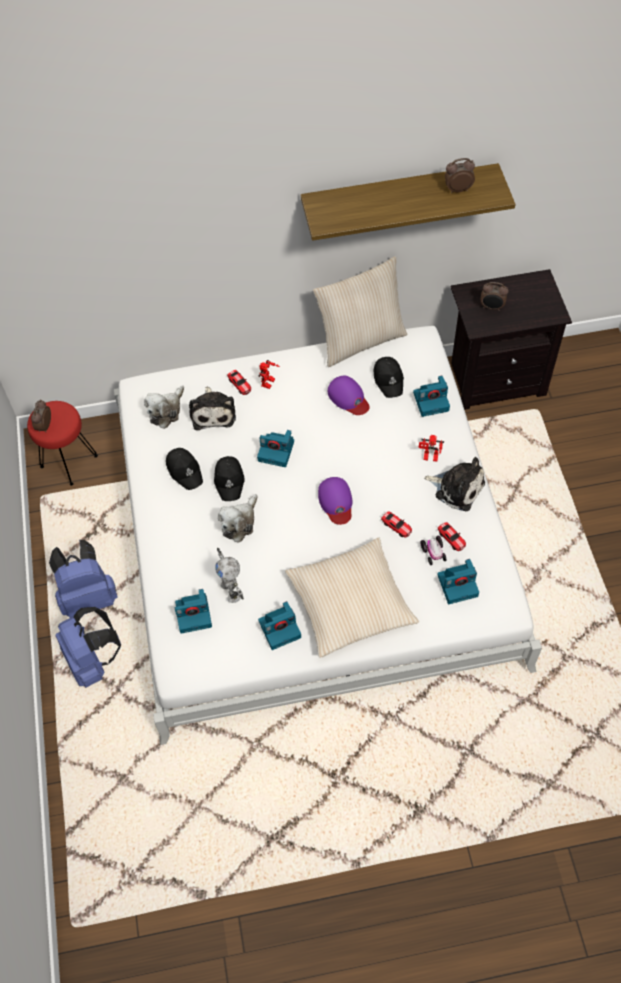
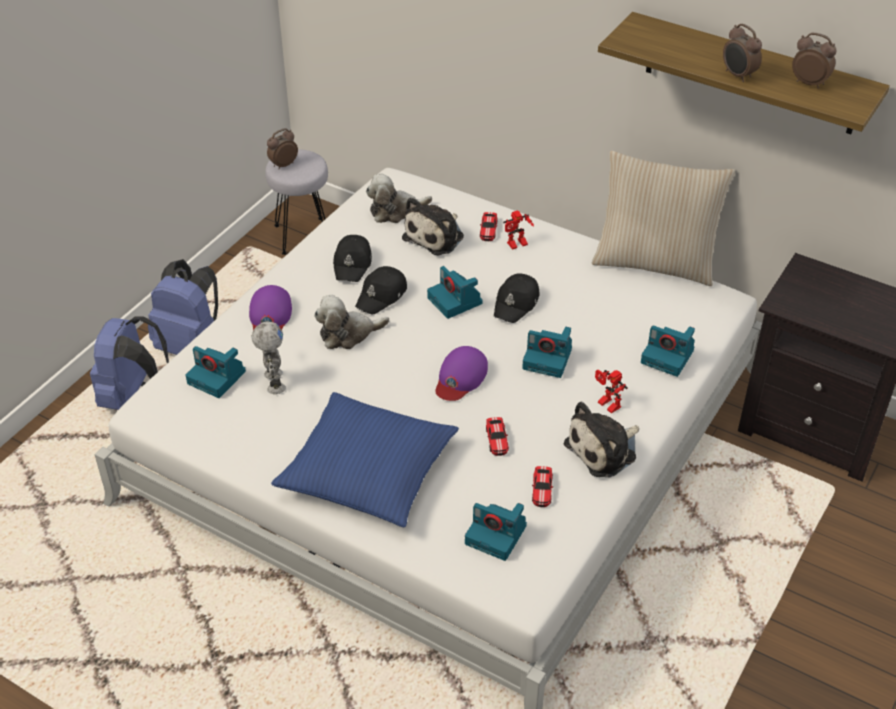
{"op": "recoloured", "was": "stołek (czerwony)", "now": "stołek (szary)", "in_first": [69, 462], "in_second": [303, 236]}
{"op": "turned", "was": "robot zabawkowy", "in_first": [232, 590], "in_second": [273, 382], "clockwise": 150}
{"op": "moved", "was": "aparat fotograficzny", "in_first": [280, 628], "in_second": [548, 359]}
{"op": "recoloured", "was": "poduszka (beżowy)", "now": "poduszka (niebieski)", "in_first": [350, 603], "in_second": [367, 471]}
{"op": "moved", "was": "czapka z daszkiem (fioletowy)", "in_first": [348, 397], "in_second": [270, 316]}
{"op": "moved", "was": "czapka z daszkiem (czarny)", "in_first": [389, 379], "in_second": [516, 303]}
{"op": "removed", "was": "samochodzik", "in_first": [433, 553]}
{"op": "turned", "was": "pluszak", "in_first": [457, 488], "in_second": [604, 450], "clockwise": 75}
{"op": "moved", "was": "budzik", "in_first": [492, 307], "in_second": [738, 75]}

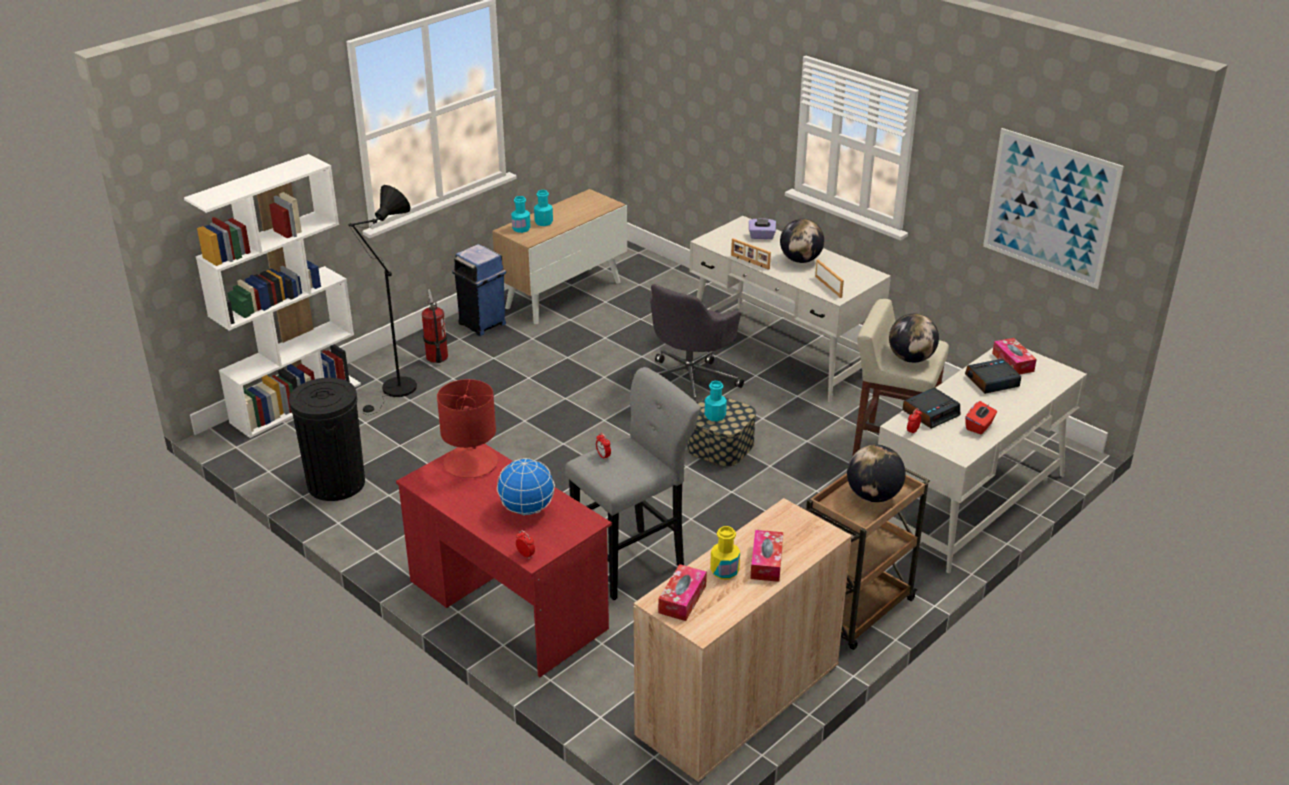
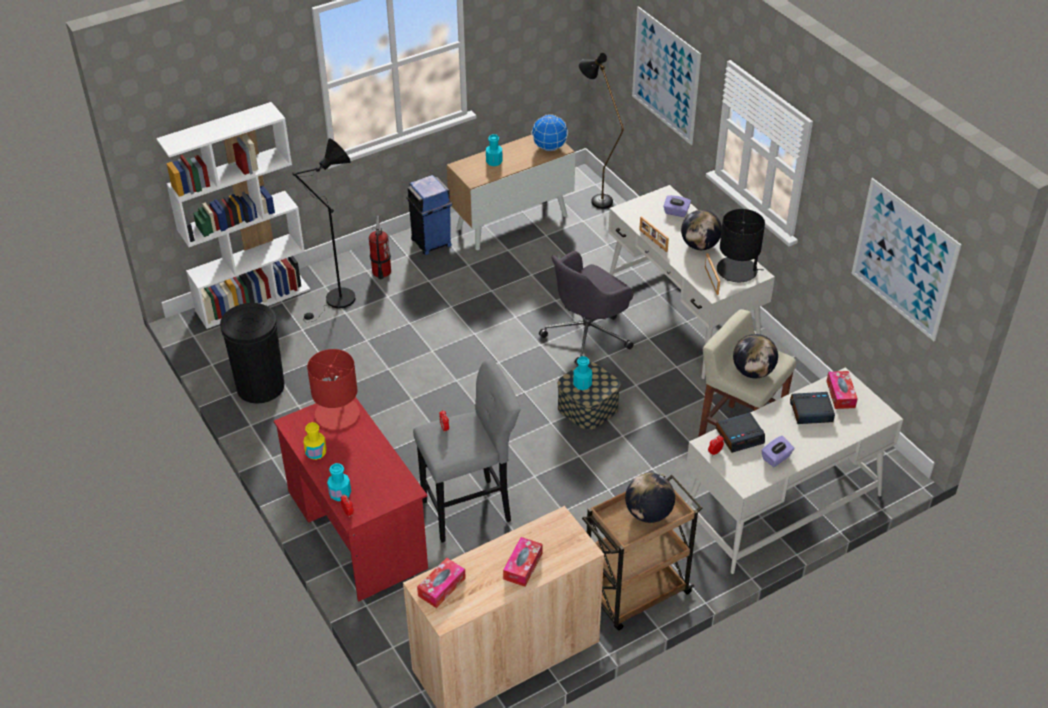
{"op": "moved", "was": "globus", "in_first": [527, 509], "in_second": [549, 148]}
{"op": "moved", "was": "butelka (turkusowy)", "in_first": [521, 229], "in_second": [340, 494]}
{"op": "moved", "was": "butelka (żółty)", "in_first": [724, 571], "in_second": [316, 453]}
{"op": "recoloured", "was": "pudełko chusteczek (czerwony)", "now": "pudełko chusteczek (fioletowy)", "in_first": [979, 426], "in_second": [776, 458]}
{"op": "added", "now": "lampa stojąca (czarny)", "in_second": [595, 198]}
{"op": "added", "now": "obraz", "in_second": [665, 75]}
{"op": "added", "now": "lampa stołowa (czarny)", "in_second": [737, 270]}

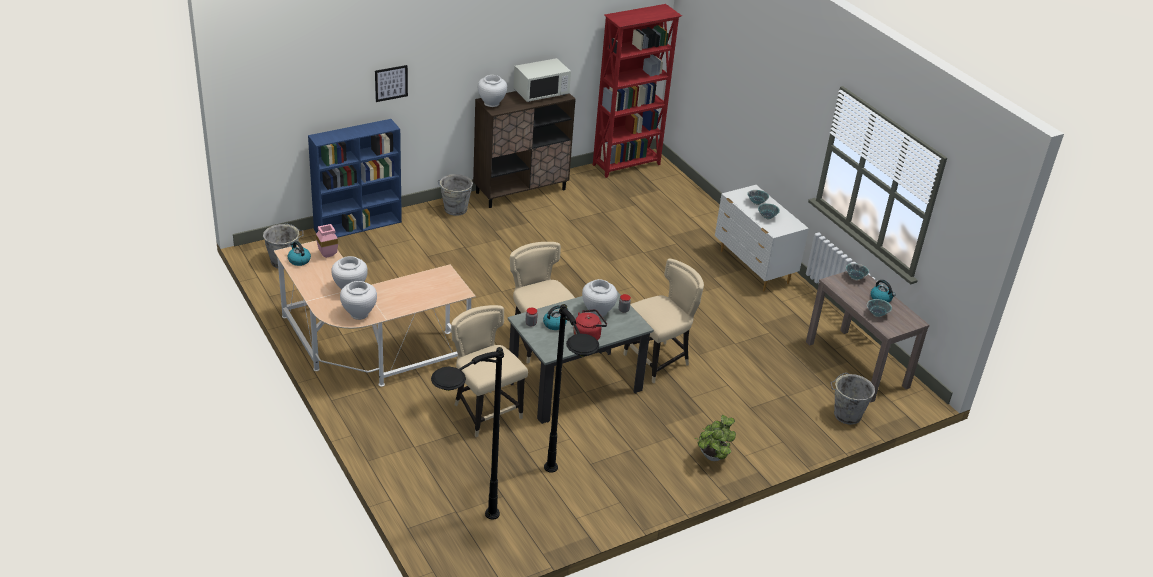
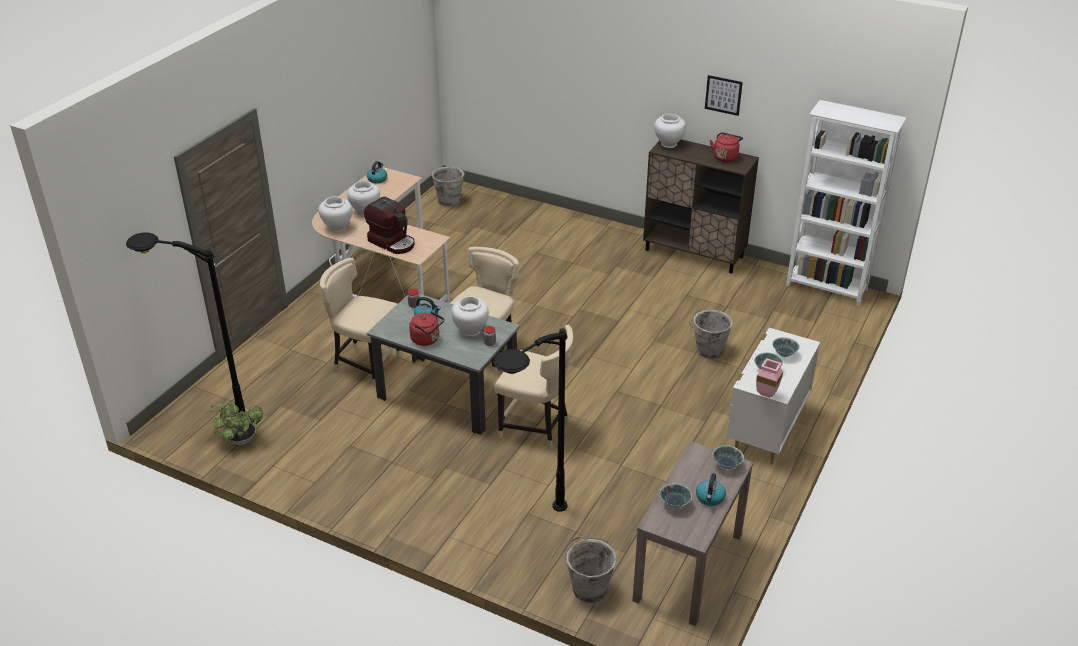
{"op": "removed", "was": "regał (niebieski)", "in_first": [358, 225]}
{"op": "moved", "was": "wazon (różowy)", "in_first": [328, 254], "in_second": [768, 394]}
{"op": "moved", "was": "obraz", "in_first": [391, 83], "in_second": [723, 95]}
{"op": "moved", "was": "wiadro (szary)", "in_first": [455, 210], "in_second": [708, 350]}
{"op": "turned", "was": "krzesło (beżowy)", "in_first": [485, 412], "in_second": [365, 364], "clockwise": -90}
{"op": "replaced", "was": "mikrofalówka (biały)", "now": "czajnik (czerwony)", "in_first": [541, 93], "in_second": [725, 157]}
{"op": "moved", "was": "lampa stojąca (czarny)", "in_first": [562, 499], "in_second": [528, 532]}
{"op": "recoloured", "was": "regał (czerwony)", "now": "regał (biały)", "in_first": [627, 165], "in_second": [827, 288]}
{"op": "moved", "was": "roślina doniczkowa", "in_first": [712, 457], "in_second": [239, 440]}
{"op": "added", "now": "ekspres do kawy", "in_second": [392, 242]}

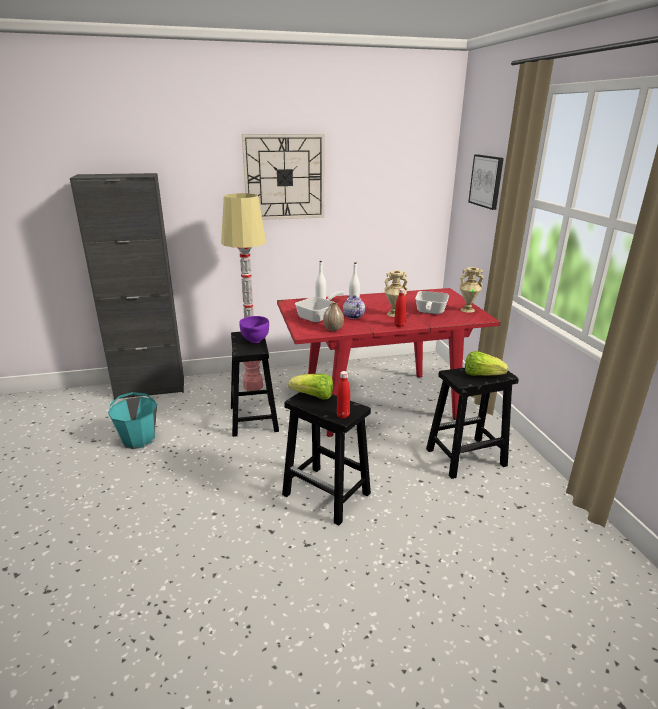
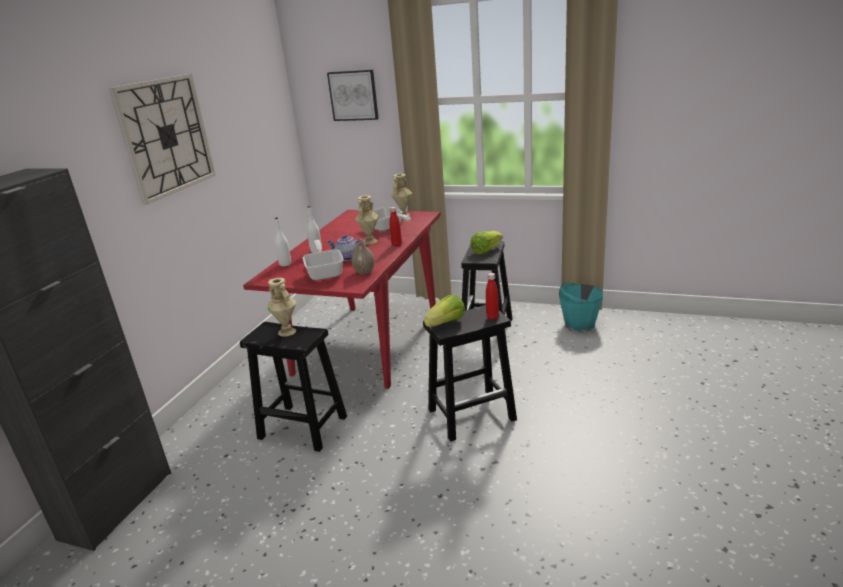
{"op": "moved", "was": "wiadro (turkusowy)", "in_first": [138, 439], "in_second": [579, 324]}
{"op": "removed", "was": "lampa stojąca", "in_first": [253, 386]}
{"op": "replaced", "was": "miska (fioletowy)", "now": "wazon (beżowy)", "in_first": [254, 342], "in_second": [287, 331]}

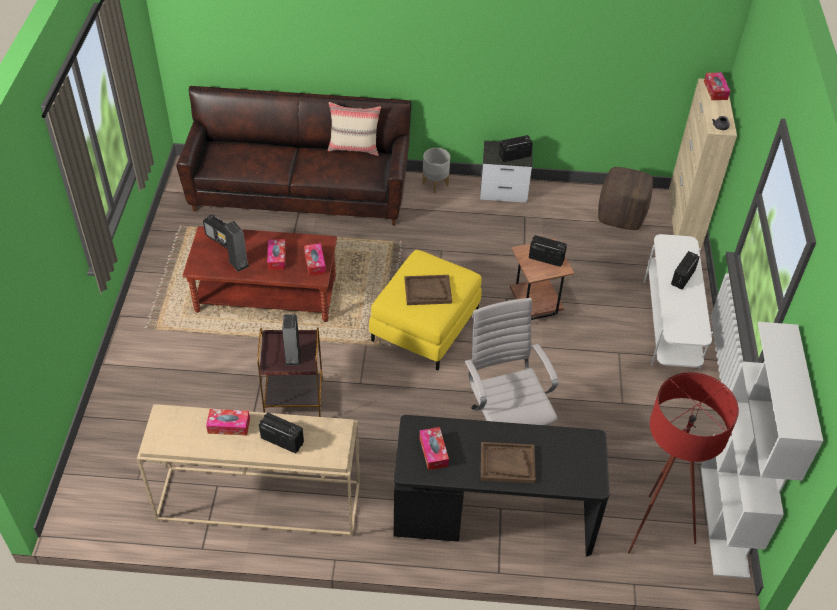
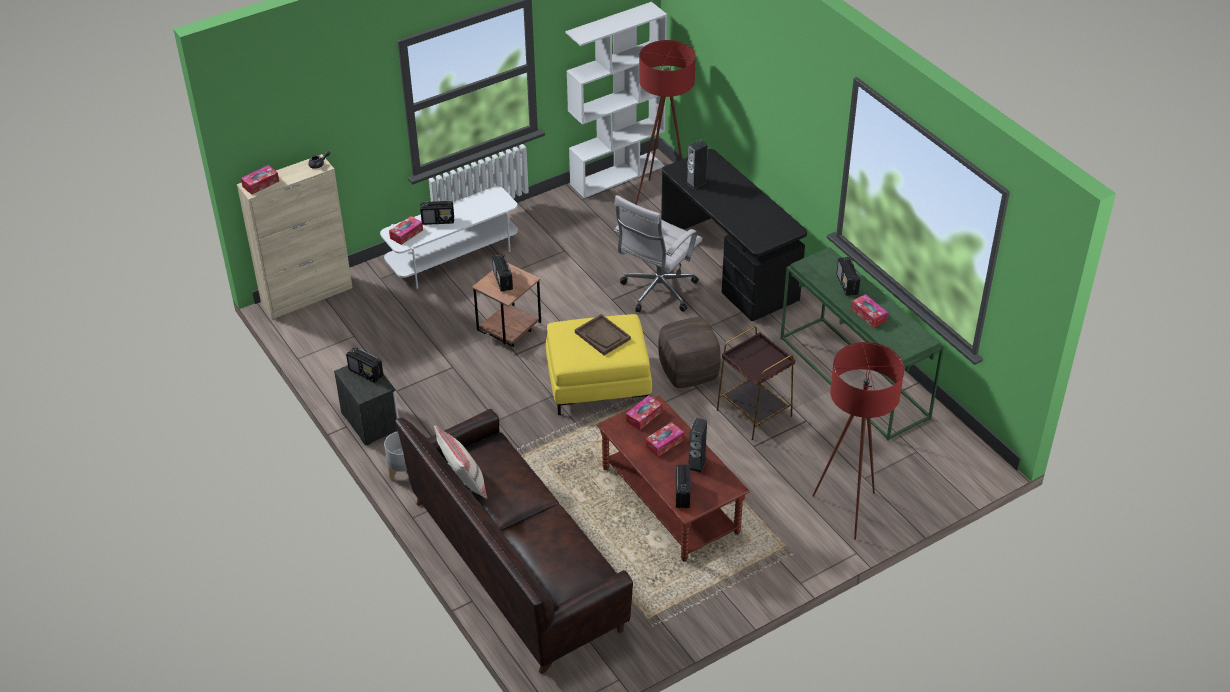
{"op": "recoloured", "was": "stolik konsolowy (beżowy)", "now": "stolik konsolowy (zielony)", "in_first": [257, 502], "in_second": [855, 378]}
{"op": "moved", "was": "głośnik", "in_first": [293, 357], "in_second": [696, 182]}
{"op": "moved", "was": "pudełko chusteczek", "in_first": [433, 452], "in_second": [406, 234]}
{"op": "removed", "was": "taca (brązowy)", "in_first": [507, 464]}
{"op": "moved", "was": "pufa (brązowy)", "in_first": [621, 216], "in_second": [688, 372]}
{"op": "added", "now": "lampa stojąca (czerwony)", "in_second": [848, 515]}

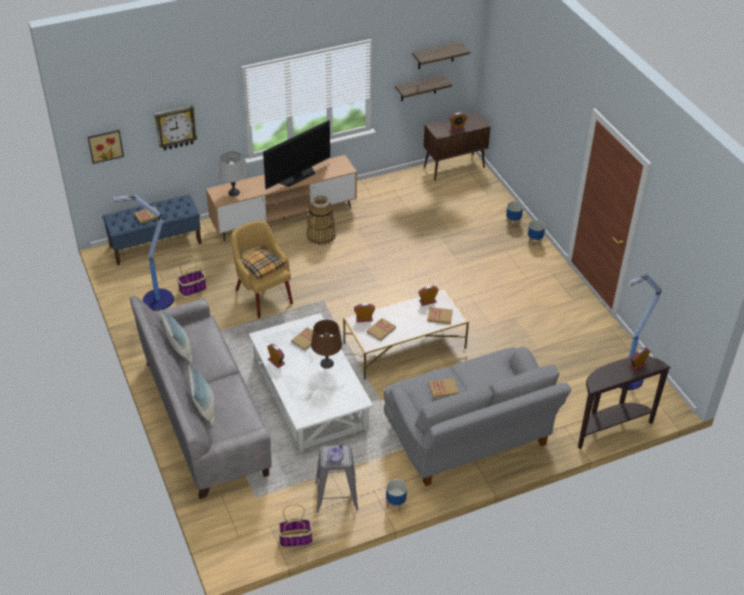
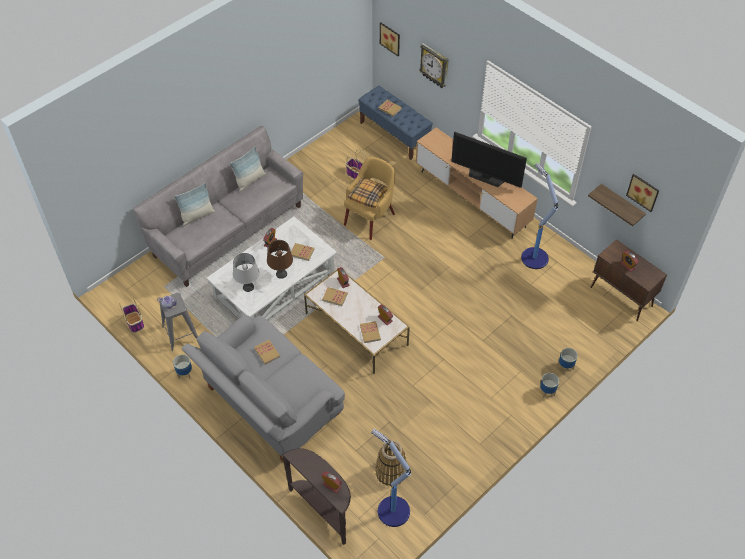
{"op": "moved", "was": "lampa stojąca", "in_first": [157, 300], "in_second": [533, 257]}
{"op": "moved", "was": "lampa stołowa (szary)", "in_first": [234, 192], "in_second": [248, 287]}
{"op": "moved", "was": "koszyk", "in_first": [321, 236], "in_second": [391, 471]}
{"op": "replaced", "was": "półka", "now": "obraz", "in_first": [436, 56], "in_second": [643, 191]}

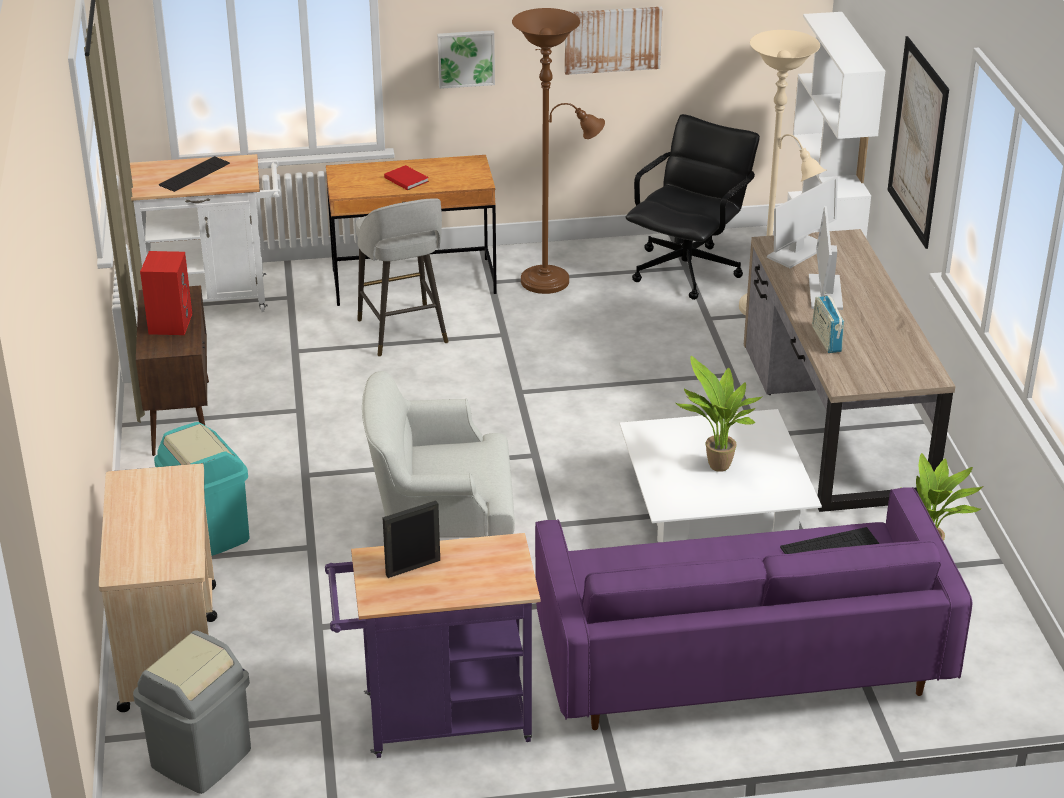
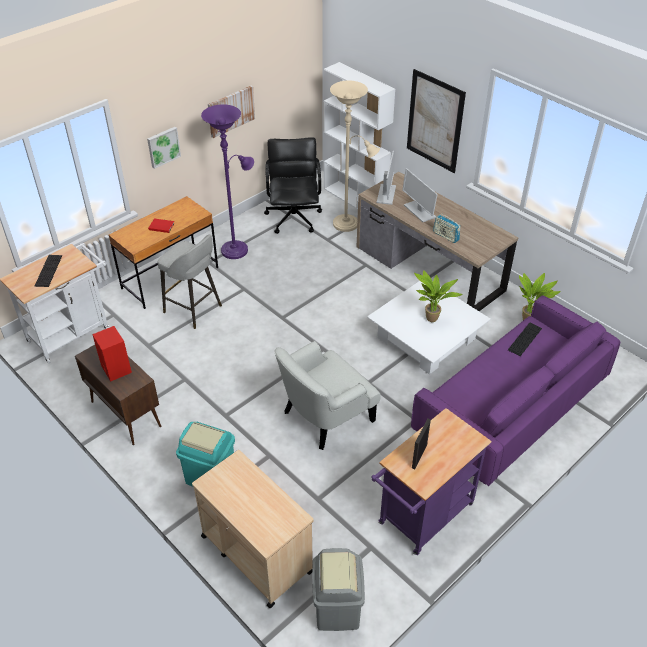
{"op": "recoloured", "was": "lampa stojąca (brązowy)", "now": "lampa stojąca (fioletowy)", "in_first": [551, 280], "in_second": [237, 249]}

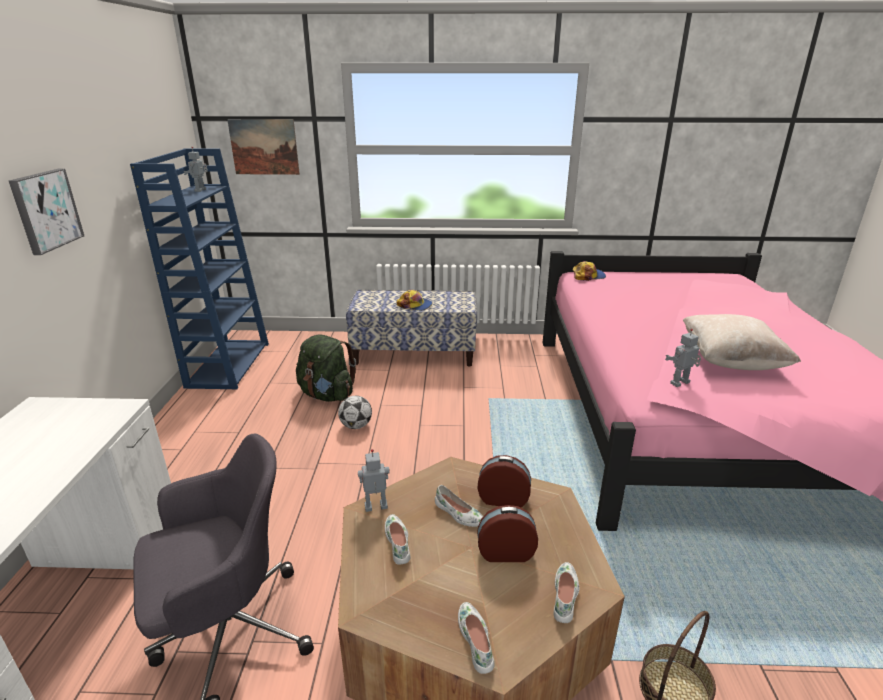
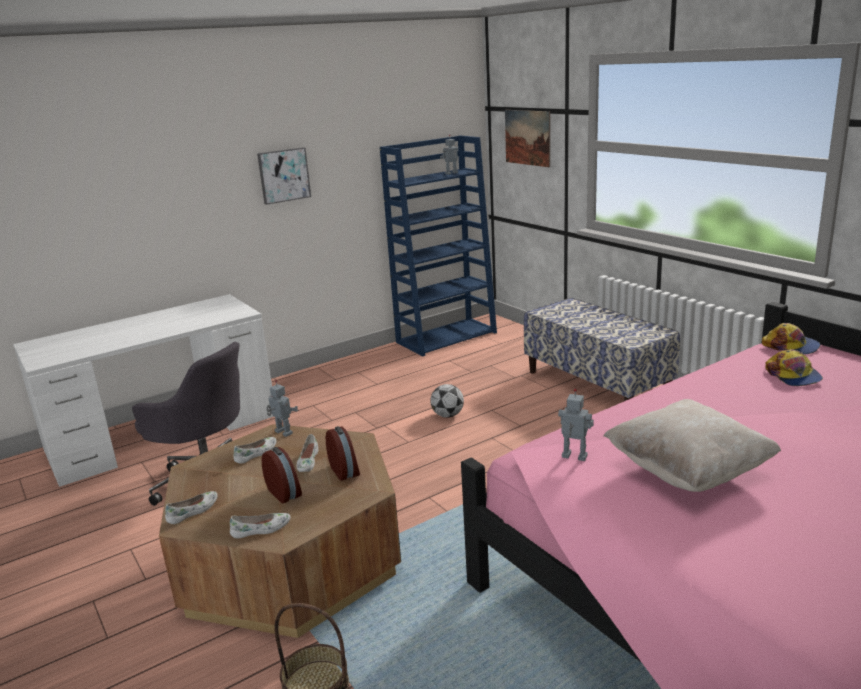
{"op": "removed", "was": "plecak (zielony)", "in_first": [327, 395]}
{"op": "moved", "was": "czapka z daszkiem", "in_first": [415, 305], "in_second": [793, 376]}

